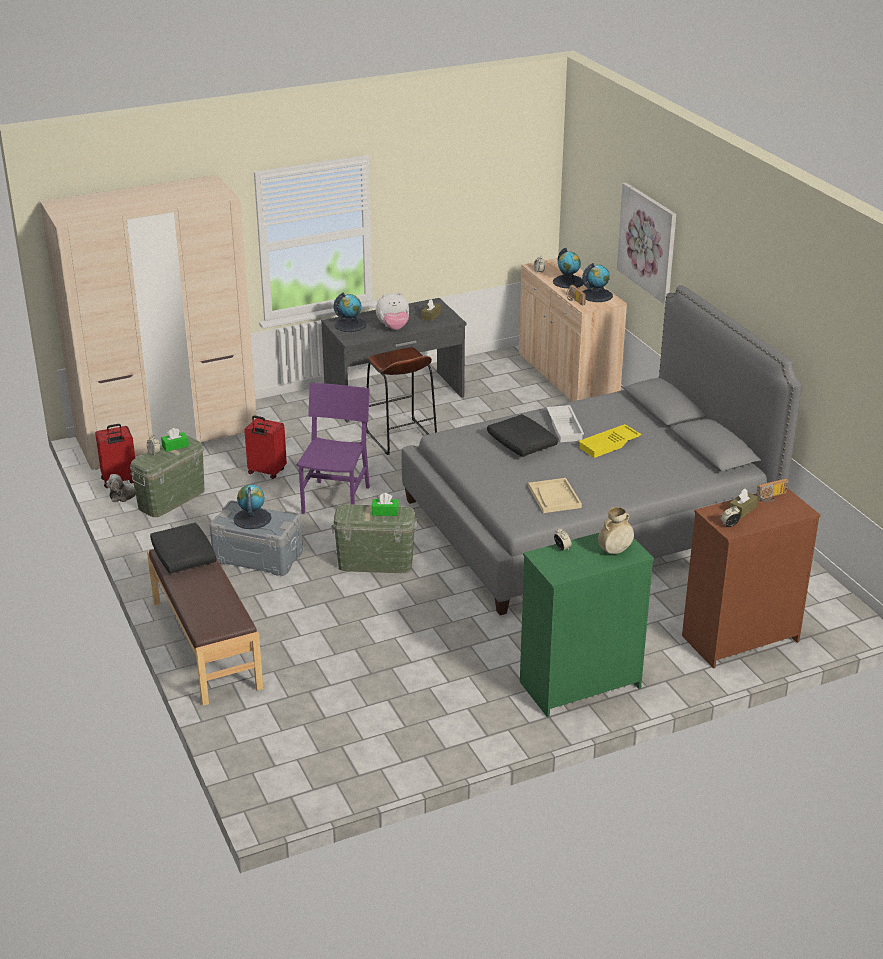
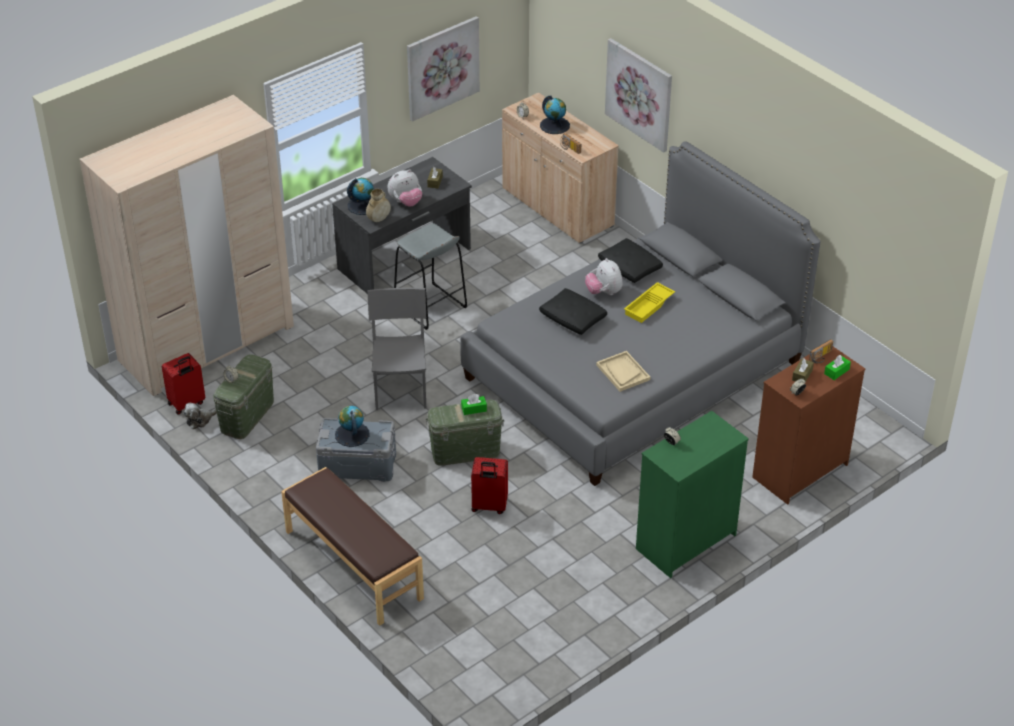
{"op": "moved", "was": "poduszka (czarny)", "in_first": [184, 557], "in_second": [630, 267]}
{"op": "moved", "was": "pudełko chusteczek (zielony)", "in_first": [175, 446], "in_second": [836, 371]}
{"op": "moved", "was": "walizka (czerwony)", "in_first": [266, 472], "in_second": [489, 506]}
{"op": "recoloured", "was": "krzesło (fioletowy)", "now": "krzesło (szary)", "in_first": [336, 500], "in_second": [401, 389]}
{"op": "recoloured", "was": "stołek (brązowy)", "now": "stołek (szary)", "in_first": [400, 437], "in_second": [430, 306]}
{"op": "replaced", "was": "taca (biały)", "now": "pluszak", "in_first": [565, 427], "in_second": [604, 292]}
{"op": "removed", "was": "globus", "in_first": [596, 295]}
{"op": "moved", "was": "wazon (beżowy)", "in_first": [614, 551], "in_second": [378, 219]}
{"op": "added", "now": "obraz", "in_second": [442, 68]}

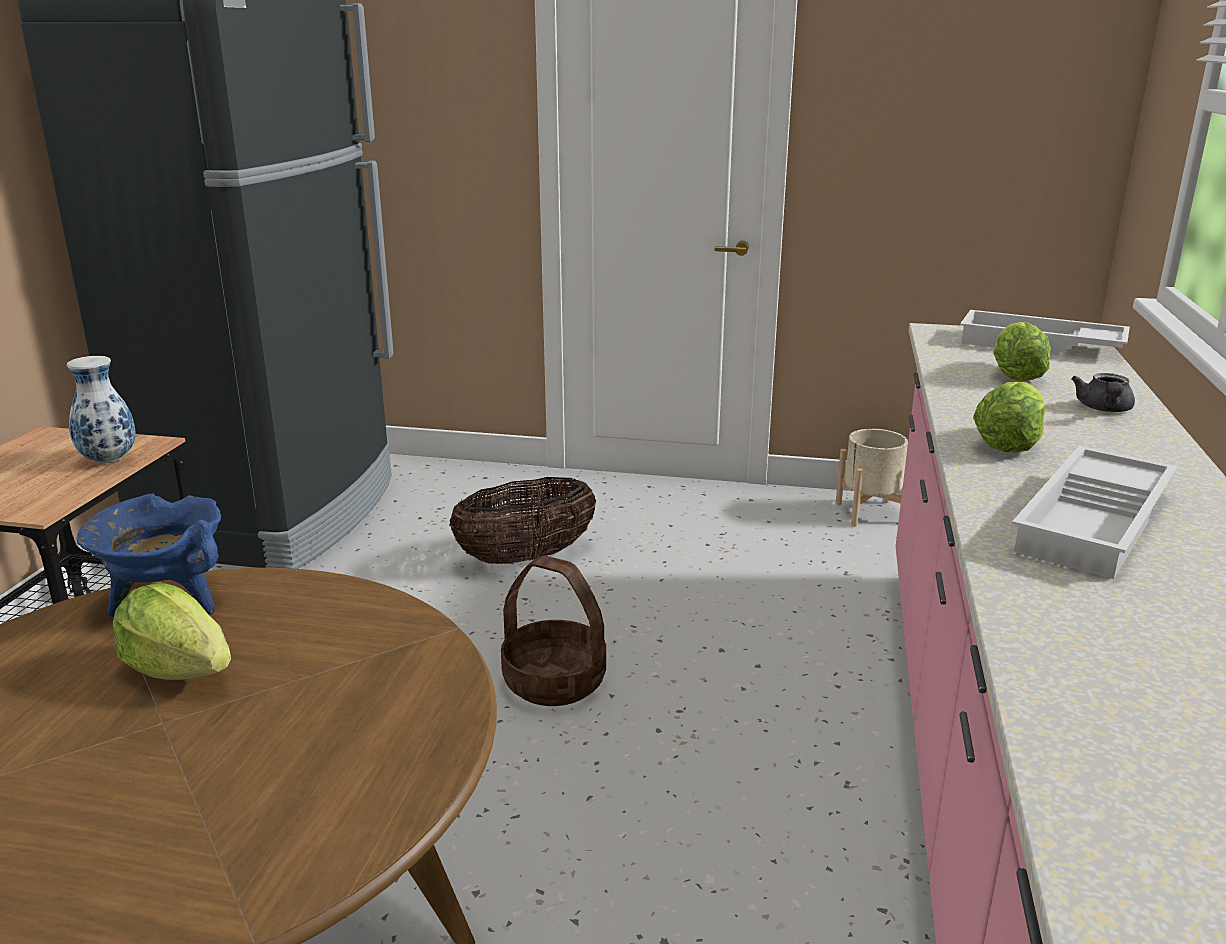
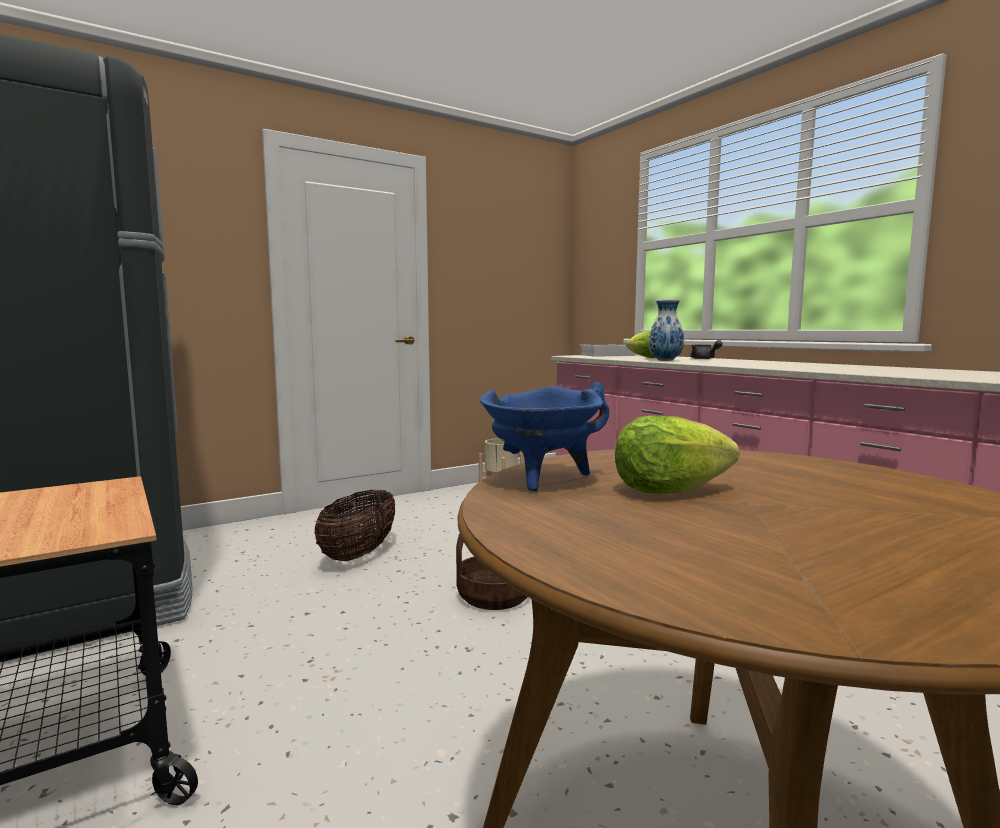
{"op": "moved", "was": "wazon", "in_first": [110, 460], "in_second": [665, 361]}
{"op": "removed", "was": "sałata", "in_first": [1008, 444]}
{"op": "removed", "was": "taca (biały)", "in_first": [1096, 523]}

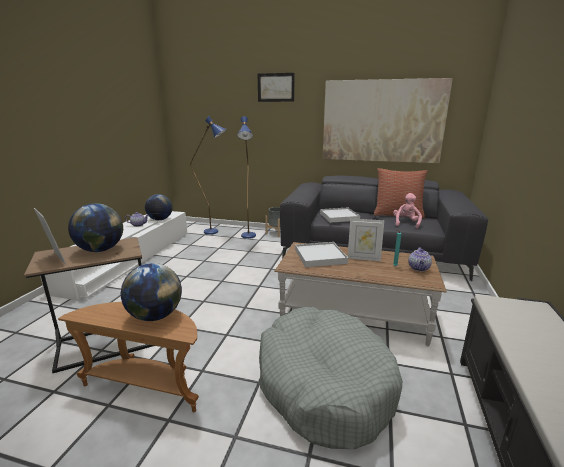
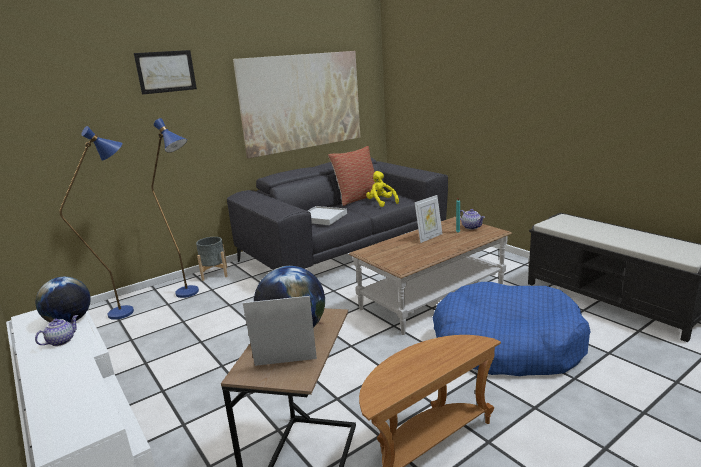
{"op": "removed", "was": "globus", "in_first": [155, 316]}
{"op": "recoloured", "was": "legowisko (szary)", "now": "legowisko (niebieski)", "in_first": [323, 384], "in_second": [506, 344]}
{"op": "removed", "was": "taca (biały)", "in_first": [320, 256]}
{"op": "recoloured", "was": "pluszak (różowy)", "now": "pluszak (żółty)", "in_first": [406, 223], "in_second": [381, 203]}

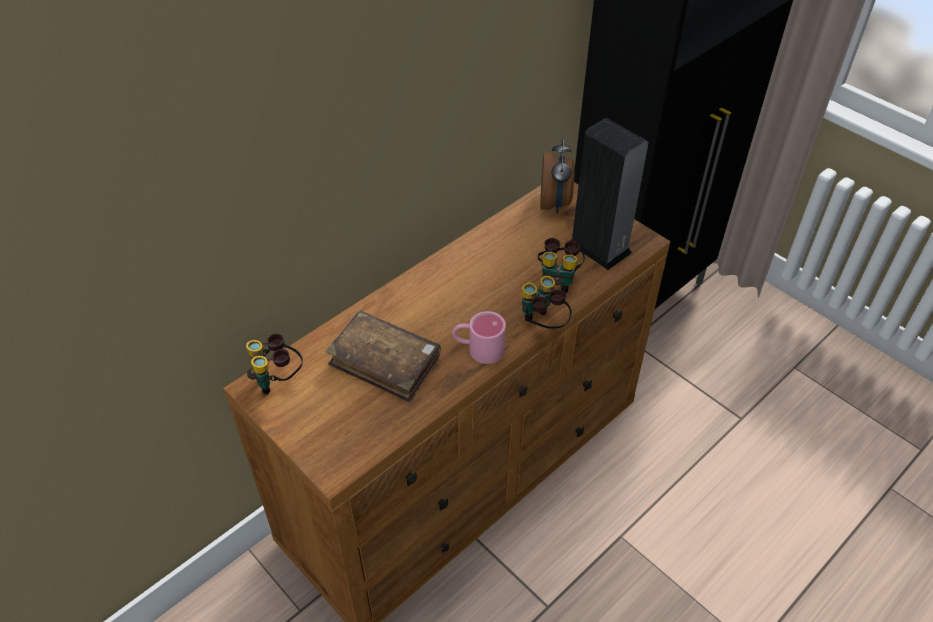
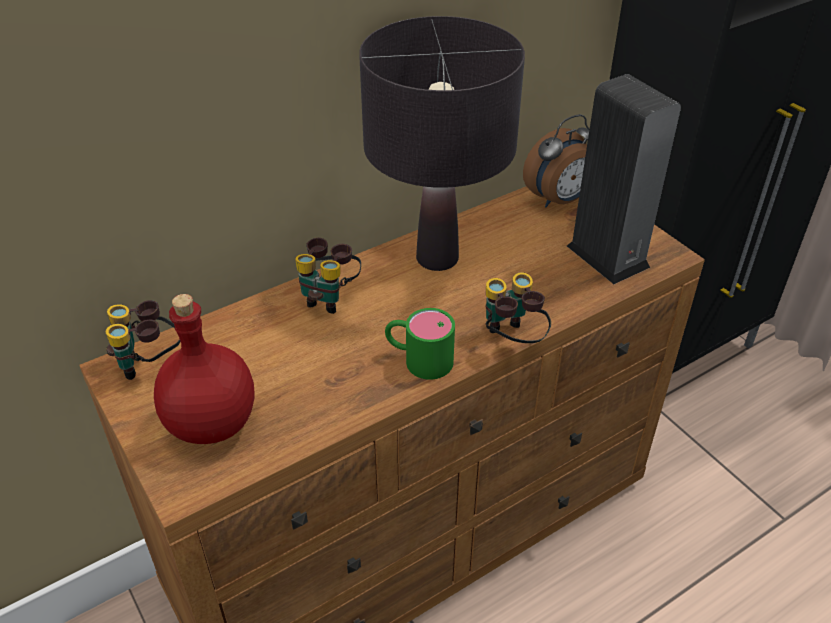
{"op": "removed", "was": "książka (brązowy)", "in_first": [385, 363]}
{"op": "recoloured", "was": "kubek (różowy)", "now": "kubek (zielony)", "in_first": [478, 349], "in_second": [418, 359]}
{"op": "moved", "was": "lornetka", "in_first": [558, 280], "in_second": [329, 297]}
{"op": "turned", "was": "budzik", "in_first": [555, 203], "in_second": [559, 200], "clockwise": 45}
{"op": "added", "now": "butelka (czerwony)", "in_second": [211, 425]}
{"op": "added", "now": "lampa stołowa (czarny)", "in_second": [437, 258]}

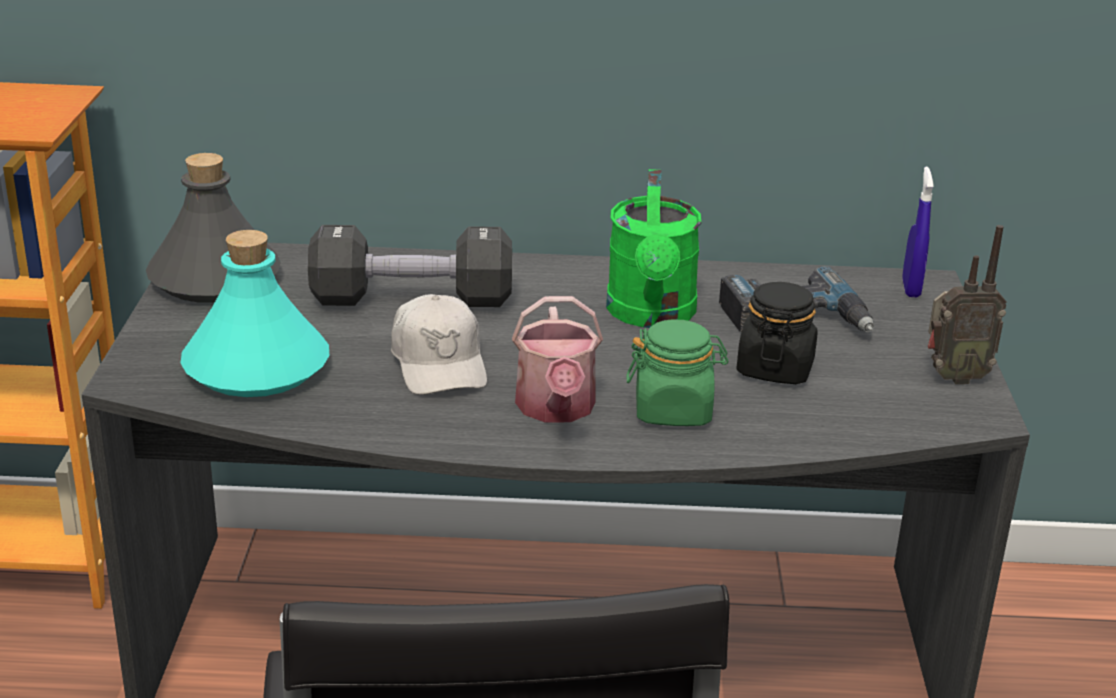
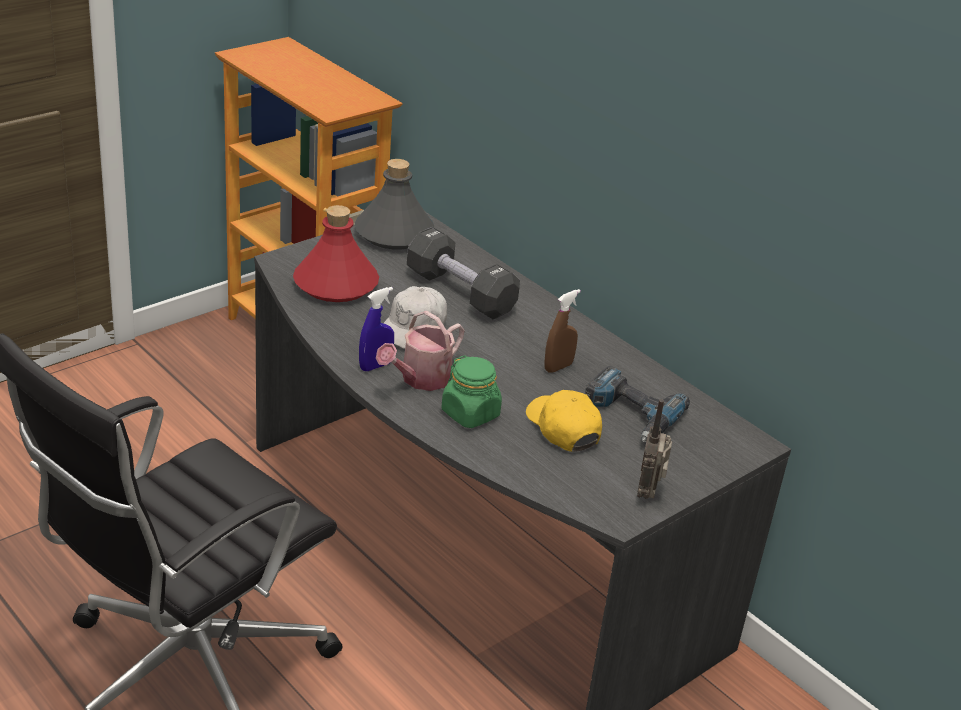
{"op": "recoloured", "was": "butelka (turkusowy)", "now": "butelka (czerwony)", "in_first": [257, 367], "in_second": [336, 284]}
{"op": "replaced", "was": "konewka (zielony)", "now": "spryskiwacz (brązowy)", "in_first": [652, 315], "in_second": [558, 367]}
{"op": "replaced", "was": "słoik (czarny)", "now": "czapka z daszkiem (żółty)", "in_first": [775, 368], "in_second": [563, 428]}
{"op": "moved", "was": "spryskiwacz (niebieski)", "in_first": [911, 288], "in_second": [375, 366]}
{"op": "turned", "was": "radio", "in_first": [953, 377], "in_second": [649, 492], "clockwise": 60}

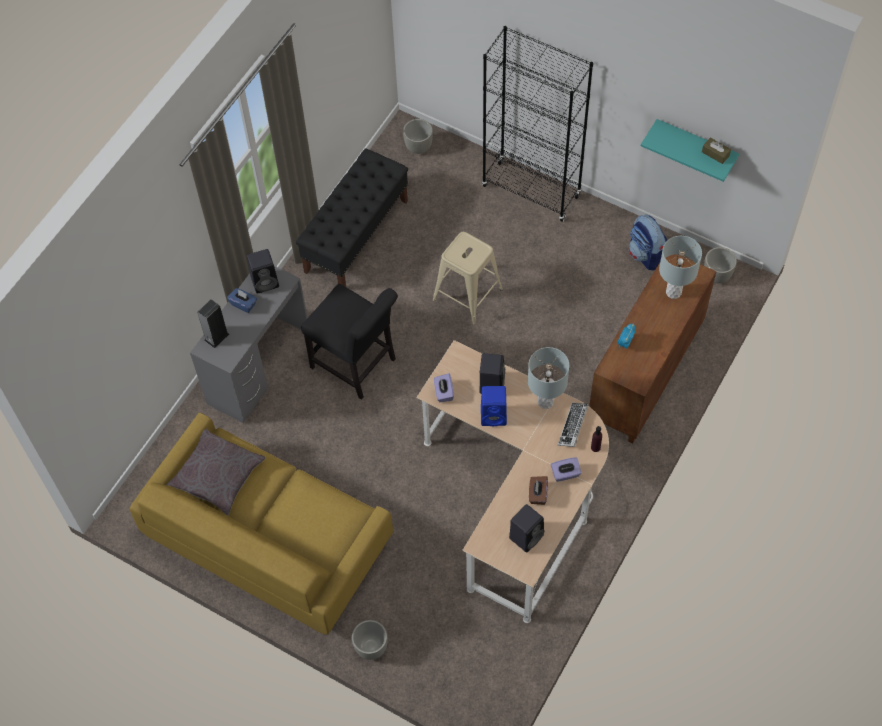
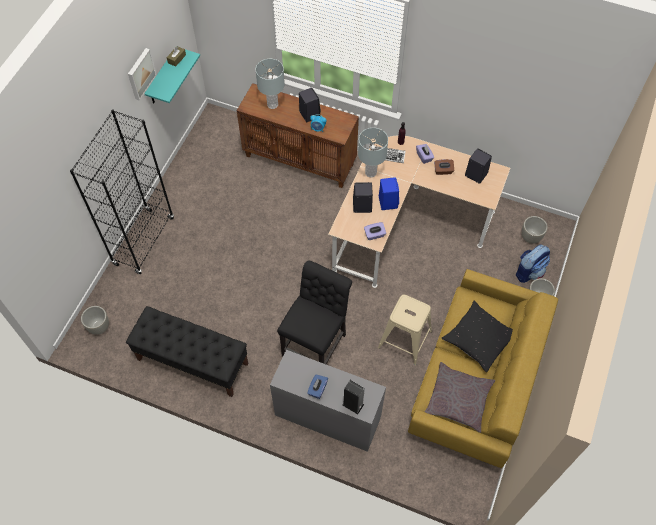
{"op": "moved", "was": "głośnik (czarny)", "in_first": [266, 281], "in_second": [309, 113]}
{"op": "moved", "was": "stołek (beżowy)", "in_first": [467, 295], "in_second": [405, 339]}
{"op": "moved", "was": "plecak", "in_first": [646, 255], "in_second": [529, 271]}
{"op": "moved", "was": "donica (szary)", "in_first": [717, 276], "in_second": [531, 237]}
{"op": "added", "now": "obraz", "in_second": [140, 73]}
{"op": "added", "now": "poduszka (czarny)", "in_second": [478, 339]}

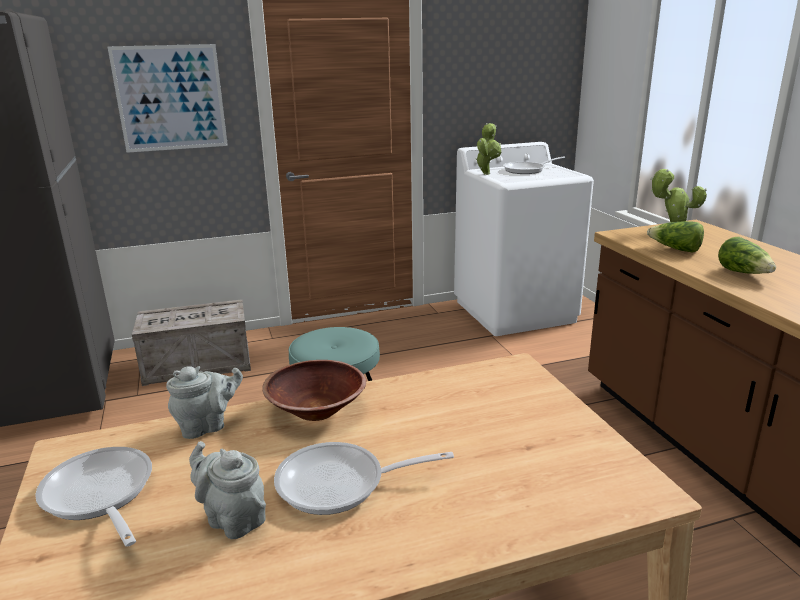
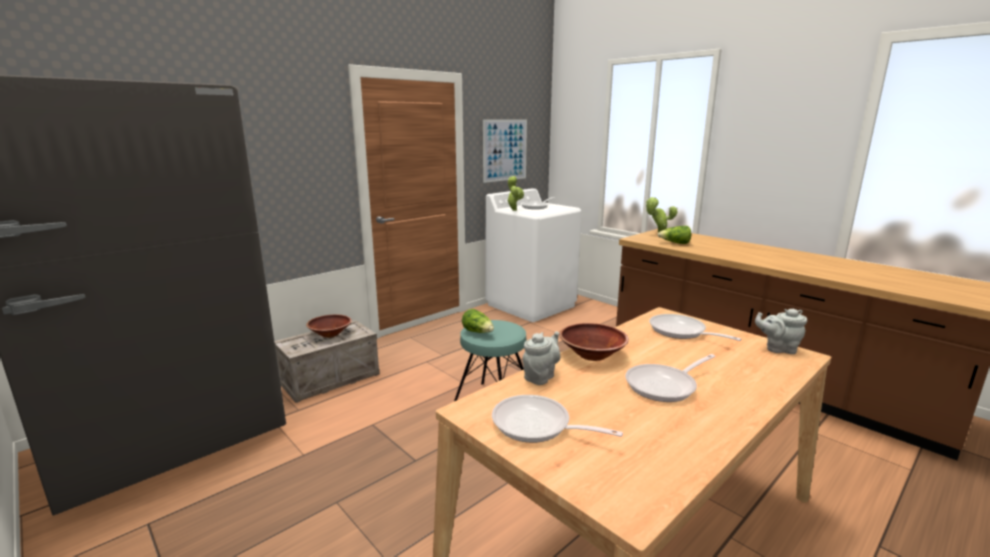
{"op": "moved", "was": "obraz", "in_first": [170, 98], "in_second": [505, 150]}
{"op": "moved", "was": "imbryk (szary)", "in_first": [233, 518], "in_second": [778, 349]}
{"op": "moved", "was": "sałata", "in_first": [744, 273], "in_second": [478, 332]}
{"op": "added", "now": "miska (brązowy)", "in_second": [330, 334]}
{"op": "added", "now": "patelnia", "in_second": [681, 332]}

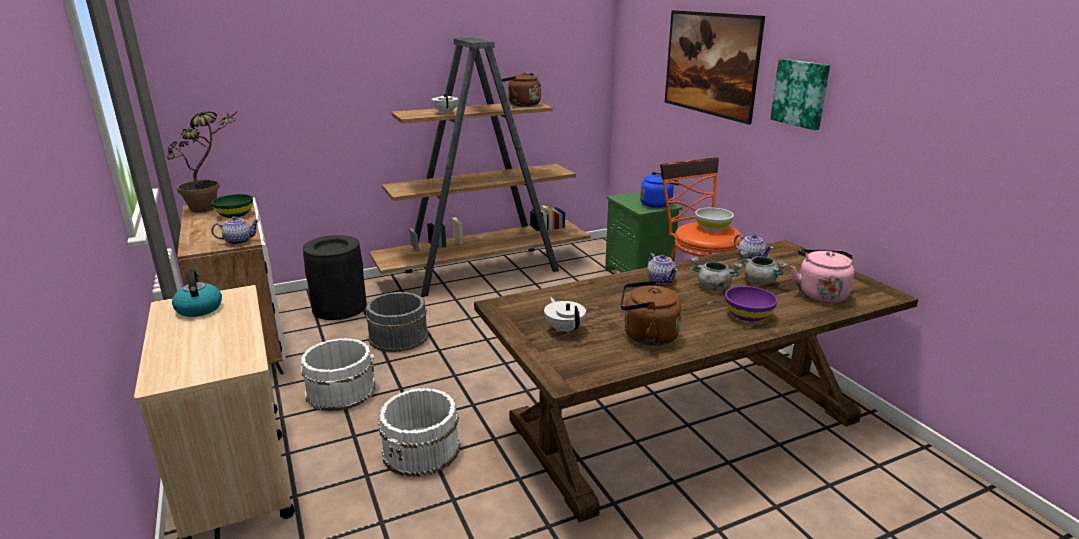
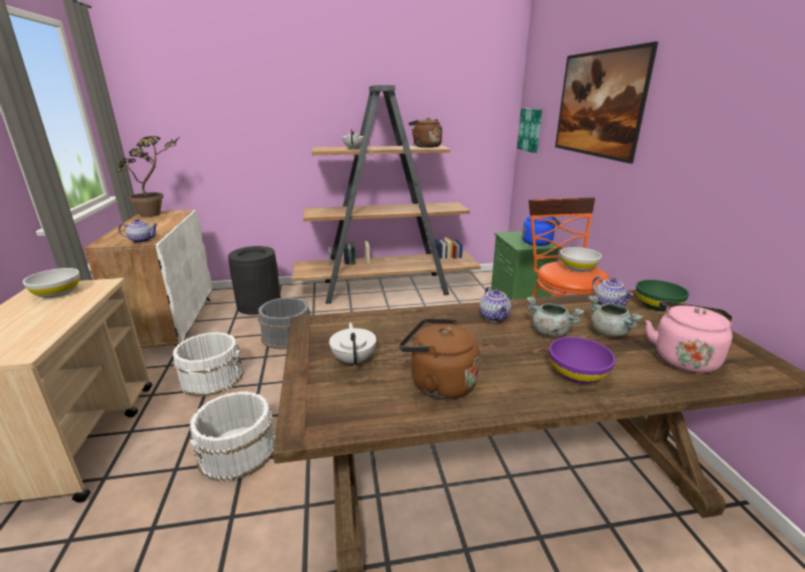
{"op": "replaced", "was": "czajnik", "now": "miska (biały)", "in_first": [199, 308], "in_second": [57, 293]}
{"op": "moved", "was": "miska (zielony)", "in_first": [235, 214], "in_second": [657, 306]}
{"op": "moved", "was": "obraz", "in_first": [801, 93], "in_second": [530, 130]}

